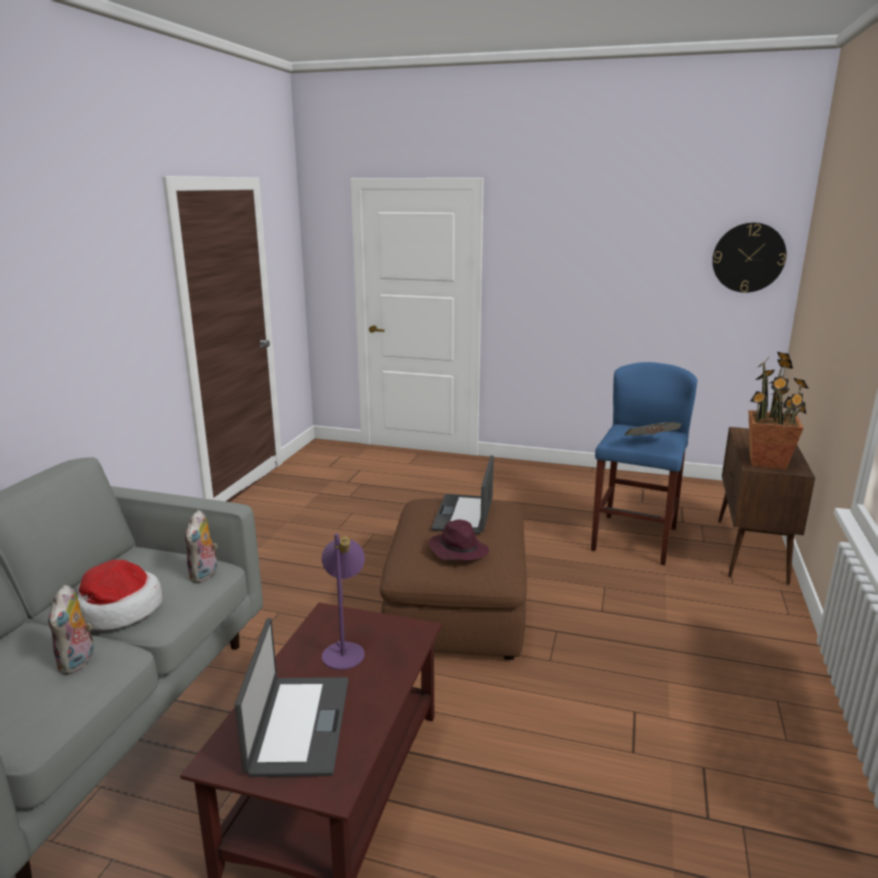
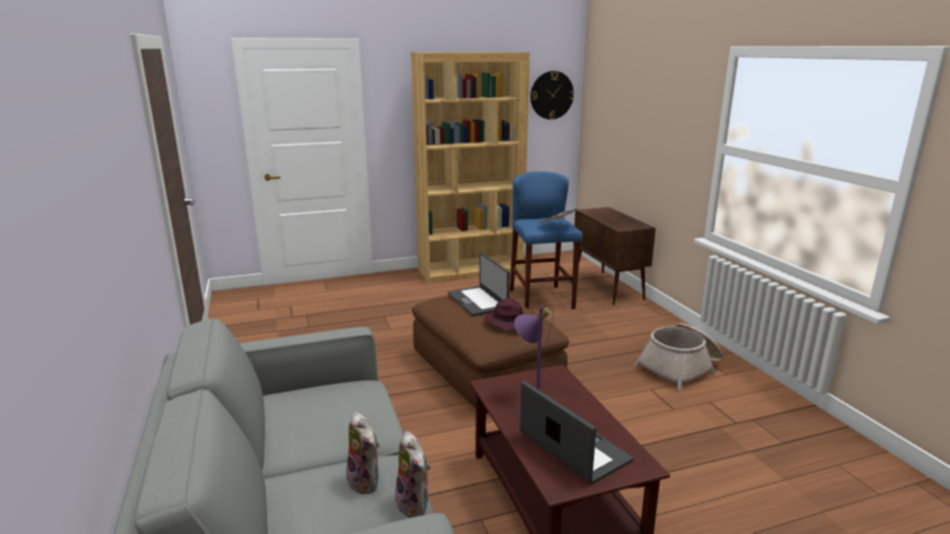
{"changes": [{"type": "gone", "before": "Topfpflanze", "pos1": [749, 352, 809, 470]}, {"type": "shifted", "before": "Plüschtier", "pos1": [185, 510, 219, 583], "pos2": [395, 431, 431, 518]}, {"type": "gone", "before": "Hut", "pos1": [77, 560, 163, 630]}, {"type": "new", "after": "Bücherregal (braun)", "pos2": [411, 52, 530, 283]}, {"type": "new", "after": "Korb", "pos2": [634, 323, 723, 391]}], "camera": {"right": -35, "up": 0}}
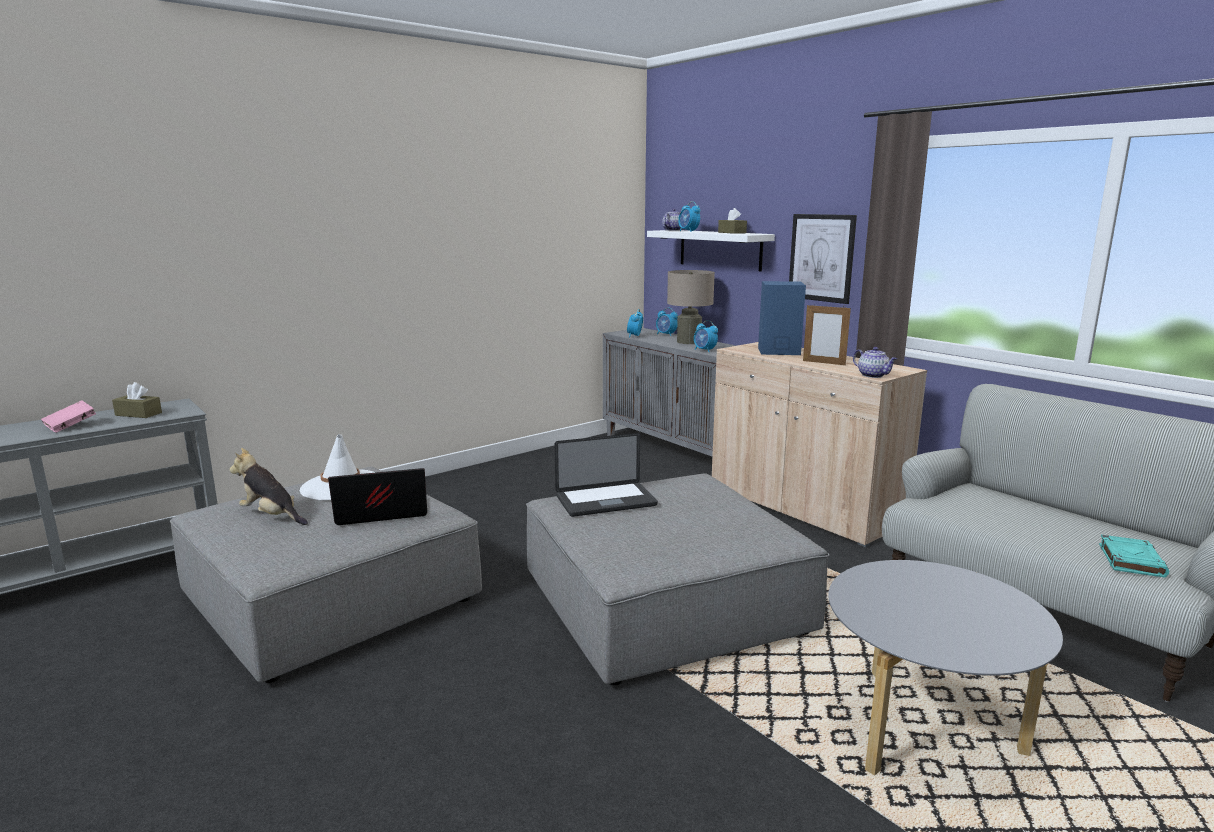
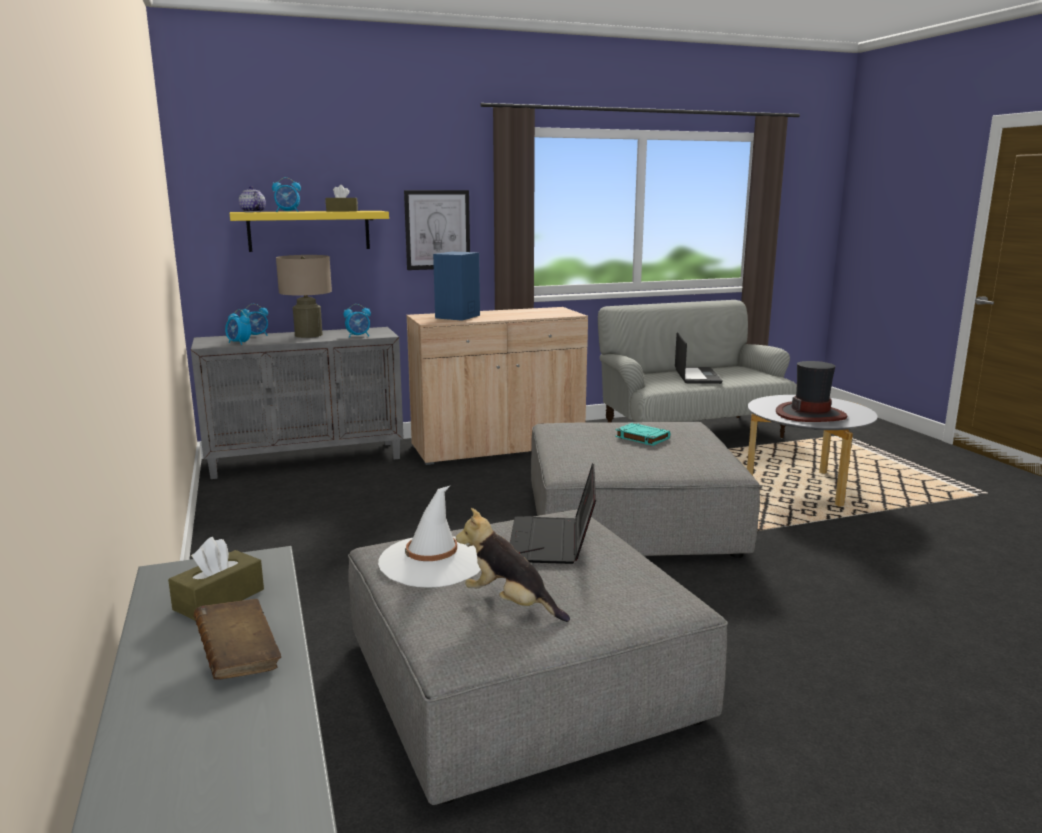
{"changes": [{"type": "repainted", "before": "Wandregal (weiß)", "after": "Wandregal (gelb)", "pos1": [647, 230, 775, 271], "pos2": [230, 211, 389, 252]}, {"type": "gone", "before": "Bilderrahmen", "pos1": [803, 304, 851, 365]}, {"type": "gone", "before": "Teekanne", "pos1": [853, 347, 897, 378]}, {"type": "repainted", "before": "Buch (rosa)", "after": "Buch (braun)", "pos1": [41, 400, 96, 433], "pos2": [194, 599, 281, 680]}, {"type": "shifted", "before": "Laptop", "pos1": [555, 433, 658, 517], "pos2": [675, 332, 722, 384]}, {"type": "rotated", "before": "Plüschtier", "pos1": [229, 448, 308, 525], "pos2": [456, 508, 570, 622], "turn": 75}, {"type": "shifted", "before": "Buch (türkis)", "pos1": [1099, 535, 1169, 577], "pos2": [615, 423, 670, 446]}, {"type": "new", "after": "Hut", "pos2": [776, 361, 847, 422]}], "camera": {"right": -70, "up": 0}}
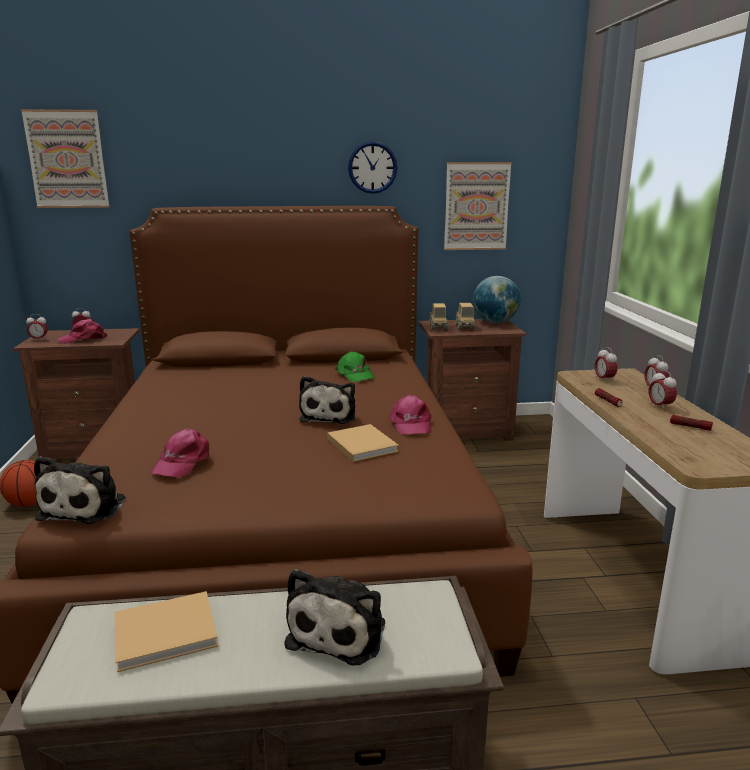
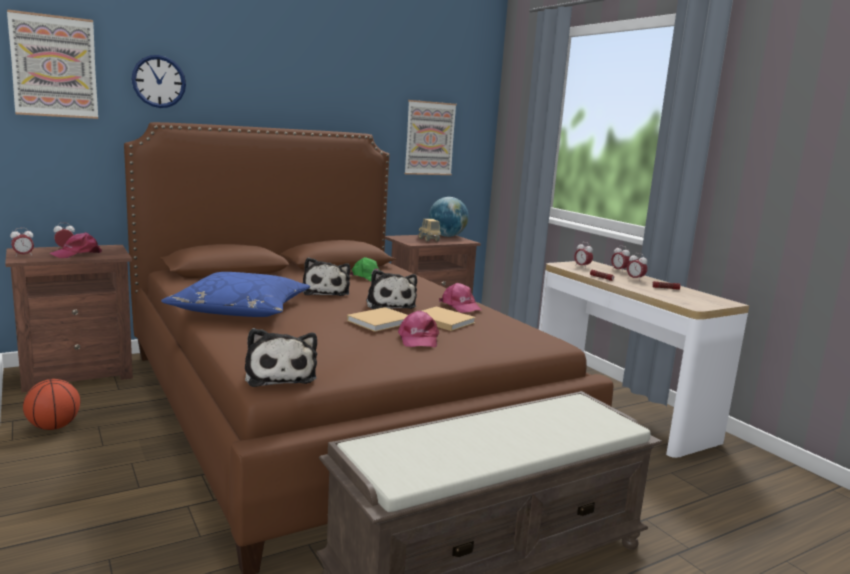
{"changes": [{"type": "shifted", "before": "Wanduhr", "pos1": [348, 141, 397, 194], "pos2": [131, 55, 186, 108]}, {"type": "gone", "before": "Spielzeuglaster", "pos1": [430, 303, 448, 331]}, {"type": "shifted", "before": "Kappe (rosa)", "pos1": [152, 428, 209, 478], "pos2": [398, 310, 439, 348]}, {"type": "shifted", "before": "Plüschtier", "pos1": [285, 569, 385, 666], "pos2": [303, 257, 350, 296]}, {"type": "shifted", "before": "Buch (beige)", "pos1": [115, 591, 218, 672], "pos2": [347, 307, 408, 332]}, {"type": "new", "after": "Kissen (blau)", "pos2": [161, 272, 310, 317]}], "camera": {"right": -25, "up": -5}}
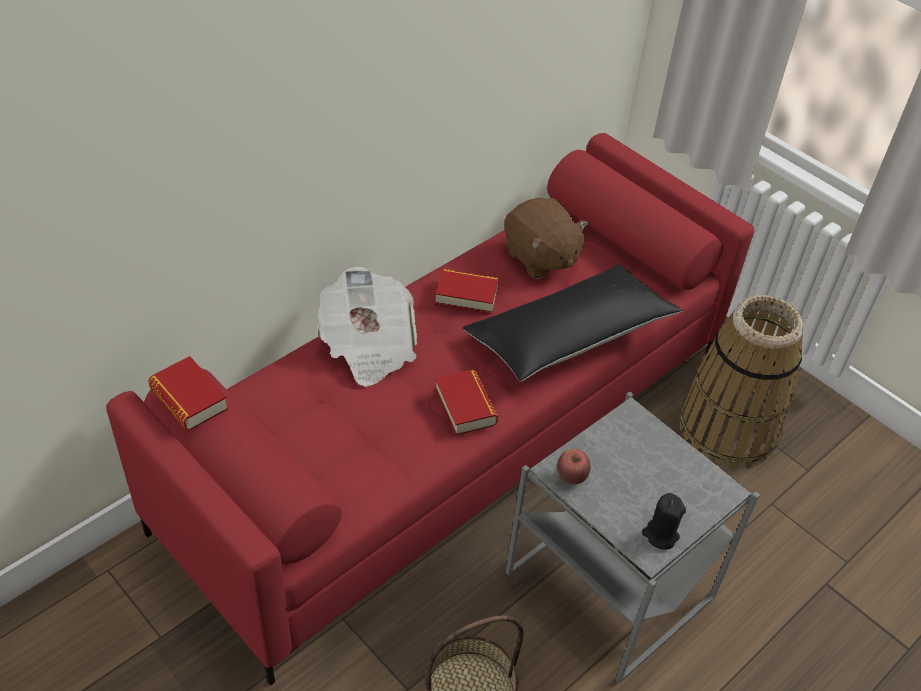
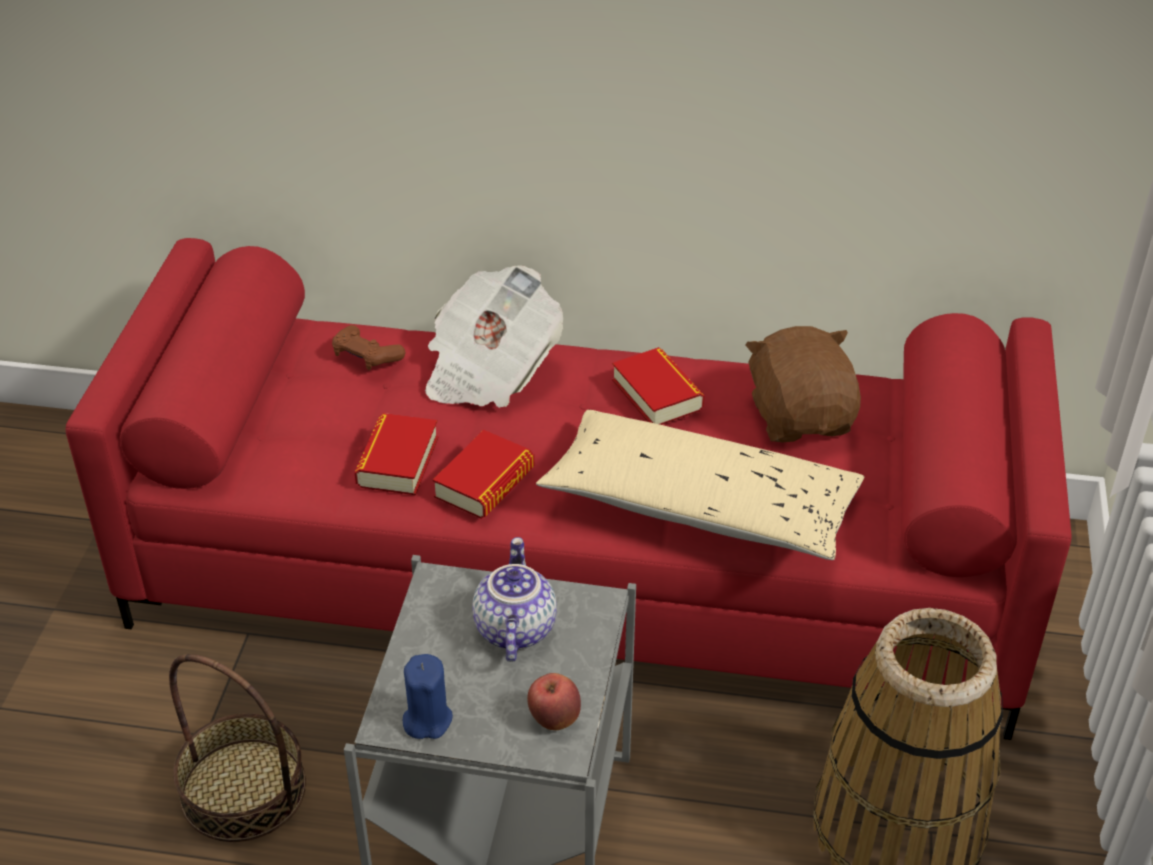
{"changes": [{"type": "rotated", "before": "Plüschtier (braun)", "pos1": [504, 198, 588, 279], "pos2": [745, 326, 861, 442], "turn": 150}, {"type": "repainted", "before": "Kissen (schwarz)", "after": "Kissen (beige)", "pos1": [463, 265, 683, 382], "pos2": [536, 410, 864, 560]}, {"type": "shifted", "before": "Buch", "pos1": [148, 356, 229, 430], "pos2": [355, 413, 438, 495]}, {"type": "shifted", "before": "Apfel", "pos1": [557, 449, 591, 484], "pos2": [527, 673, 581, 730]}, {"type": "repainted", "before": "Kerze (schwarz)", "after": "Kerze (blau)", "pos1": [642, 493, 686, 550], "pos2": [403, 654, 453, 739]}, {"type": "new", "after": "Gamepad (braun)", "pos2": [332, 325, 405, 370]}, {"type": "new", "after": "Teekanne", "pos2": [472, 537, 557, 662]}], "camera": {"right": 55, "up": -5}}
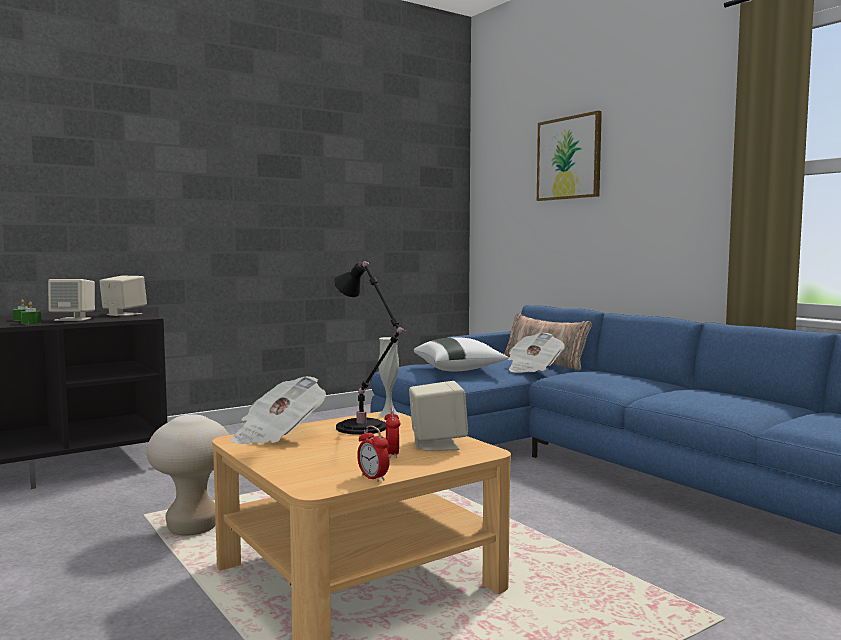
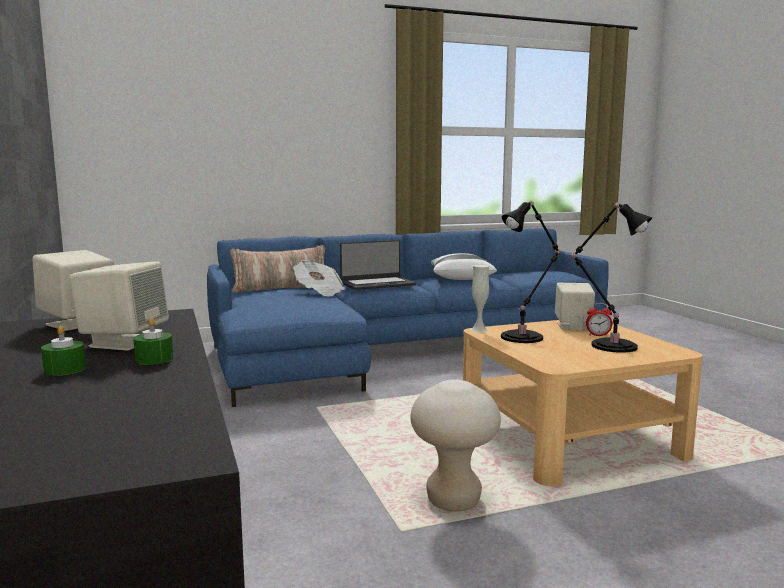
{"changes": [{"type": "gone", "before": "Bild", "pos1": [537, 111, 602, 201]}, {"type": "shifted", "before": "Kissen (weiß)", "pos1": [414, 337, 508, 371], "pos2": [431, 253, 497, 280]}, {"type": "gone", "before": "Zeitung", "pos1": [230, 376, 326, 444]}, {"type": "gone", "before": "Wecker", "pos1": [357, 425, 390, 482]}, {"type": "new", "after": "Tischlampe (schwarz)", "pos2": [569, 203, 652, 353]}, {"type": "new", "after": "Laptop", "pos2": [340, 240, 416, 290]}], "camera": {"right": -75, "up": 5}}
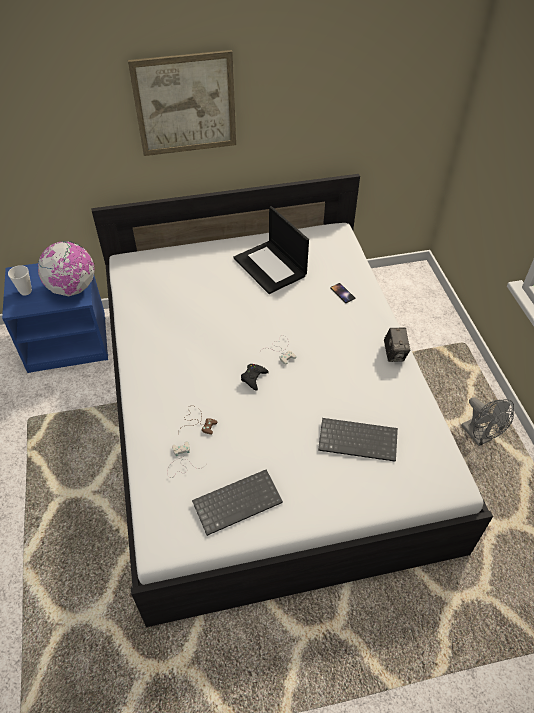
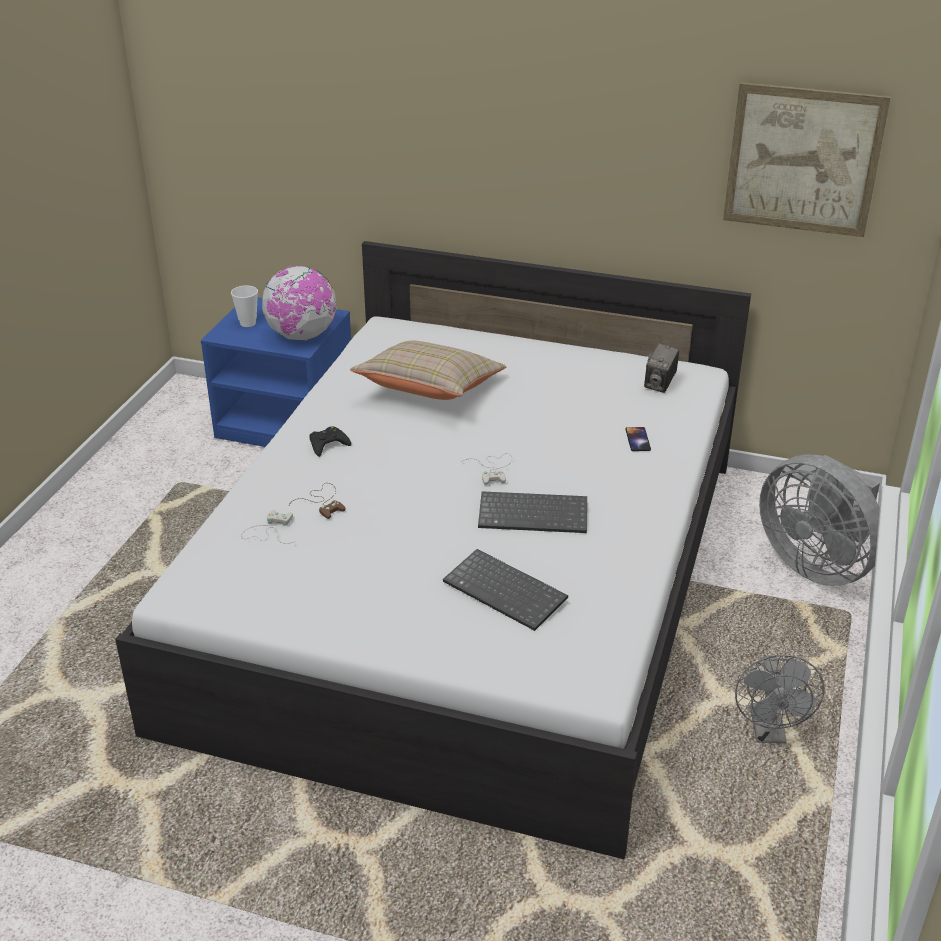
{"changes": [{"type": "shifted", "before": "Bild", "pos1": [128, 50, 236, 156], "pos2": [723, 82, 891, 237]}, {"type": "gone", "before": "Laptop", "pos1": [234, 206, 309, 294]}, {"type": "shifted", "before": "Kamera", "pos1": [384, 328, 410, 362], "pos2": [644, 343, 679, 393]}, {"type": "shifted", "before": "Gamepad (schwarz)", "pos1": [241, 364, 269, 391], "pos2": [309, 426, 351, 457]}, {"type": "shifted", "before": "Tastatur", "pos1": [192, 469, 283, 536], "pos2": [478, 491, 587, 533]}, {"type": "new", "after": "Kissen (beige)", "pos2": [350, 341, 507, 400]}, {"type": "new", "after": "Ventilator (grau)", "pos2": [759, 454, 880, 586]}], "camera": {"right": 30, "up": -15}}
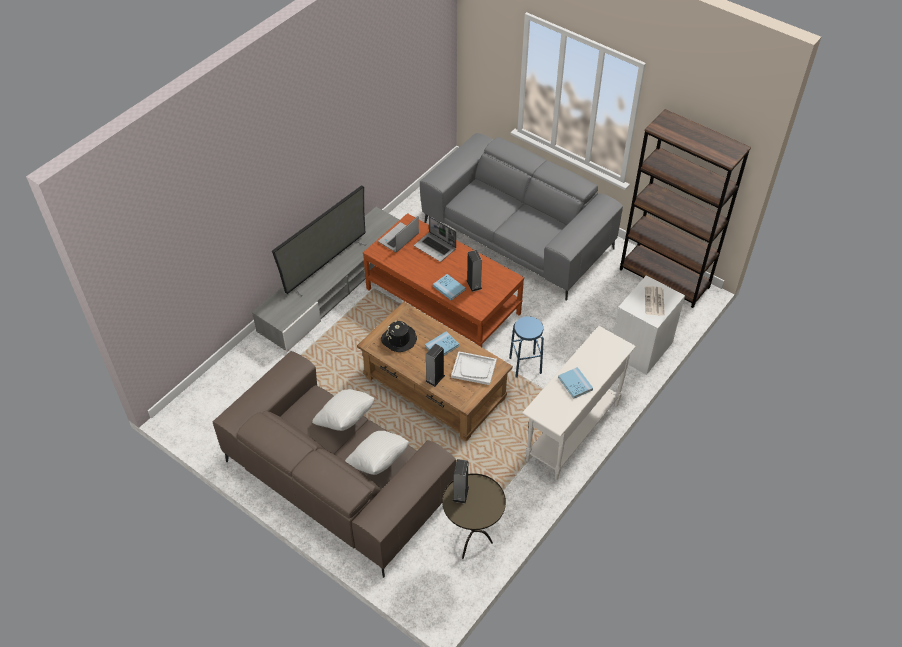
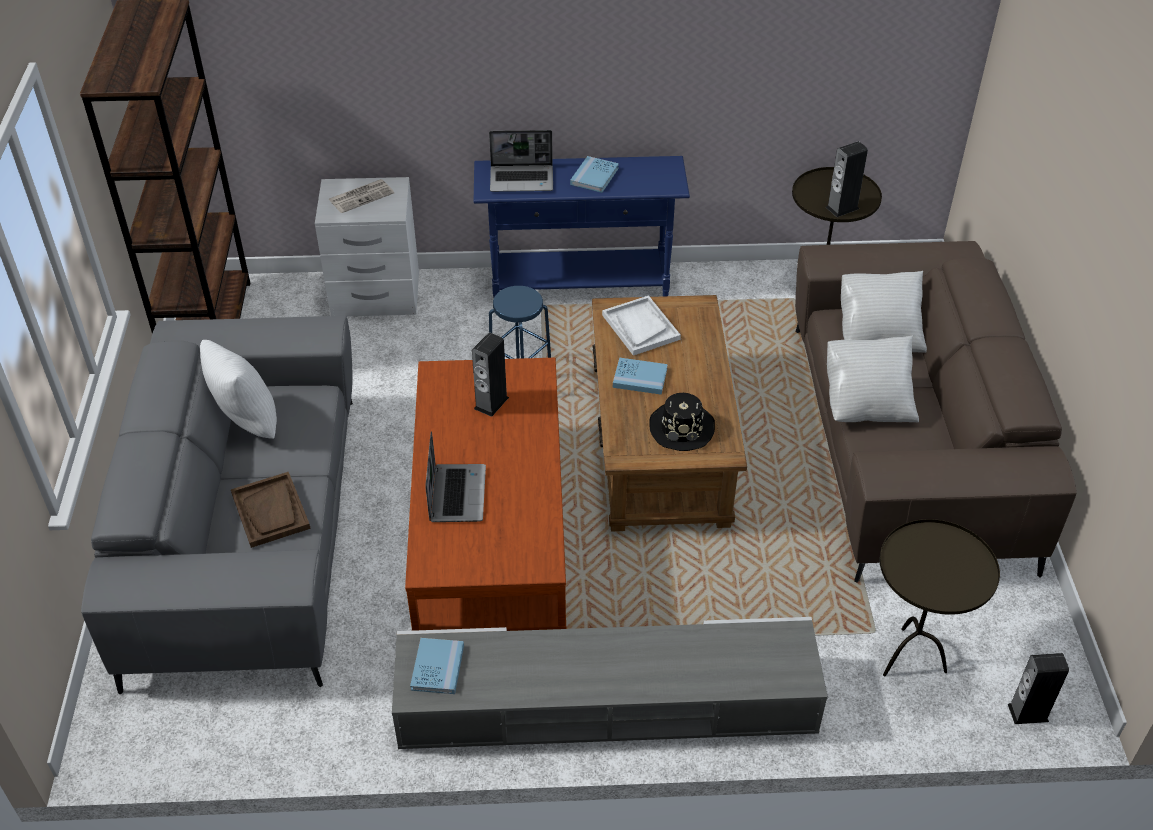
{"changes": [{"type": "gone", "before": "Fernseher", "pos1": [272, 185, 366, 296]}, {"type": "shifted", "before": "Laptop", "pos1": [378, 216, 419, 252], "pos2": [489, 130, 553, 192]}, {"type": "shifted", "before": "Buch (blau)", "pos1": [433, 274, 466, 300], "pos2": [410, 638, 464, 694]}, {"type": "repainted", "before": "Konsolentisch (weiß)", "after": "Konsolentisch (blau)", "pos1": [522, 326, 636, 480], "pos2": [474, 156, 690, 297]}, {"type": "shifted", "before": "Lautsprecher", "pos1": [425, 344, 445, 387], "pos2": [1008, 653, 1069, 724]}, {"type": "new", "after": "Kissen (weiß)", "pos2": [200, 340, 277, 439]}, {"type": "new", "after": "Tablett (braun)", "pos2": [231, 472, 311, 548]}, {"type": "new", "after": "Beistelltisch (braun)", "pos2": [880, 519, 1000, 677]}], "camera": {"right": -130, "up": -5}}
